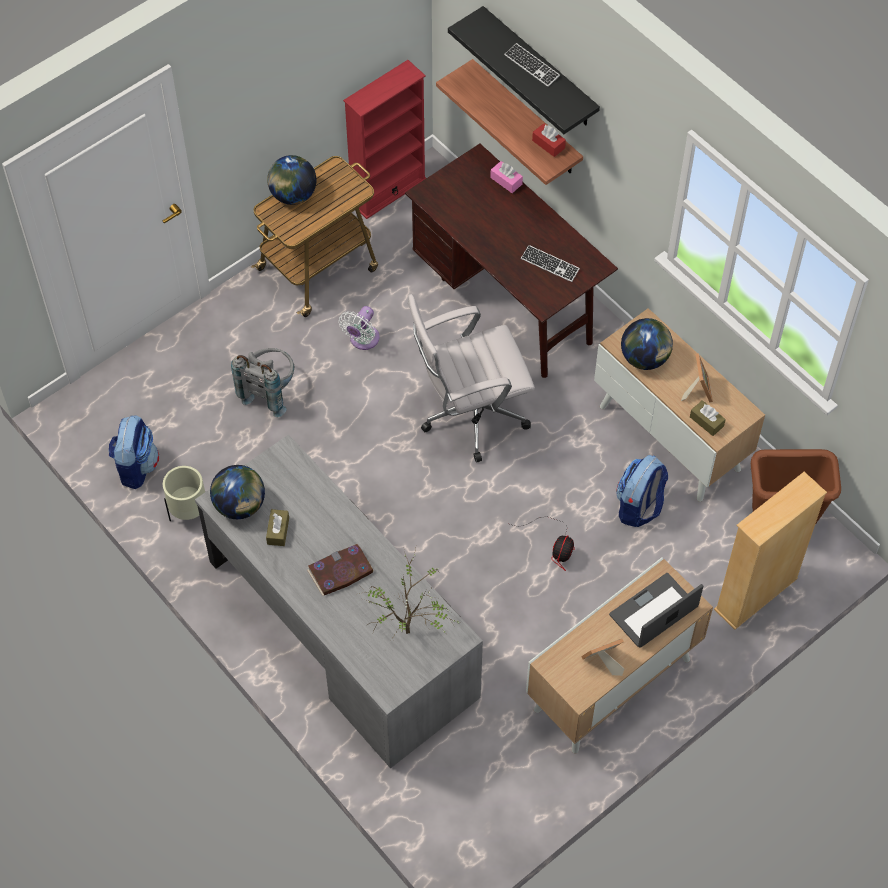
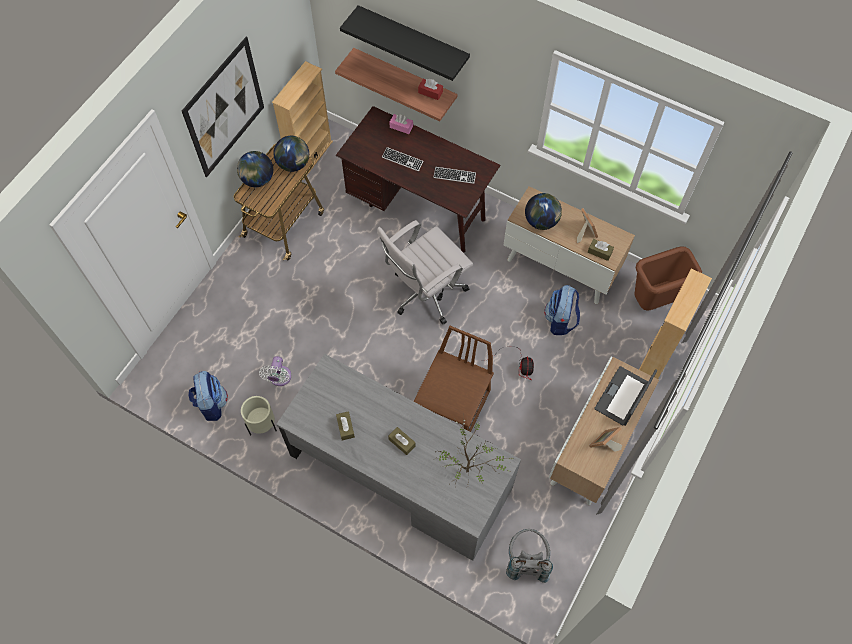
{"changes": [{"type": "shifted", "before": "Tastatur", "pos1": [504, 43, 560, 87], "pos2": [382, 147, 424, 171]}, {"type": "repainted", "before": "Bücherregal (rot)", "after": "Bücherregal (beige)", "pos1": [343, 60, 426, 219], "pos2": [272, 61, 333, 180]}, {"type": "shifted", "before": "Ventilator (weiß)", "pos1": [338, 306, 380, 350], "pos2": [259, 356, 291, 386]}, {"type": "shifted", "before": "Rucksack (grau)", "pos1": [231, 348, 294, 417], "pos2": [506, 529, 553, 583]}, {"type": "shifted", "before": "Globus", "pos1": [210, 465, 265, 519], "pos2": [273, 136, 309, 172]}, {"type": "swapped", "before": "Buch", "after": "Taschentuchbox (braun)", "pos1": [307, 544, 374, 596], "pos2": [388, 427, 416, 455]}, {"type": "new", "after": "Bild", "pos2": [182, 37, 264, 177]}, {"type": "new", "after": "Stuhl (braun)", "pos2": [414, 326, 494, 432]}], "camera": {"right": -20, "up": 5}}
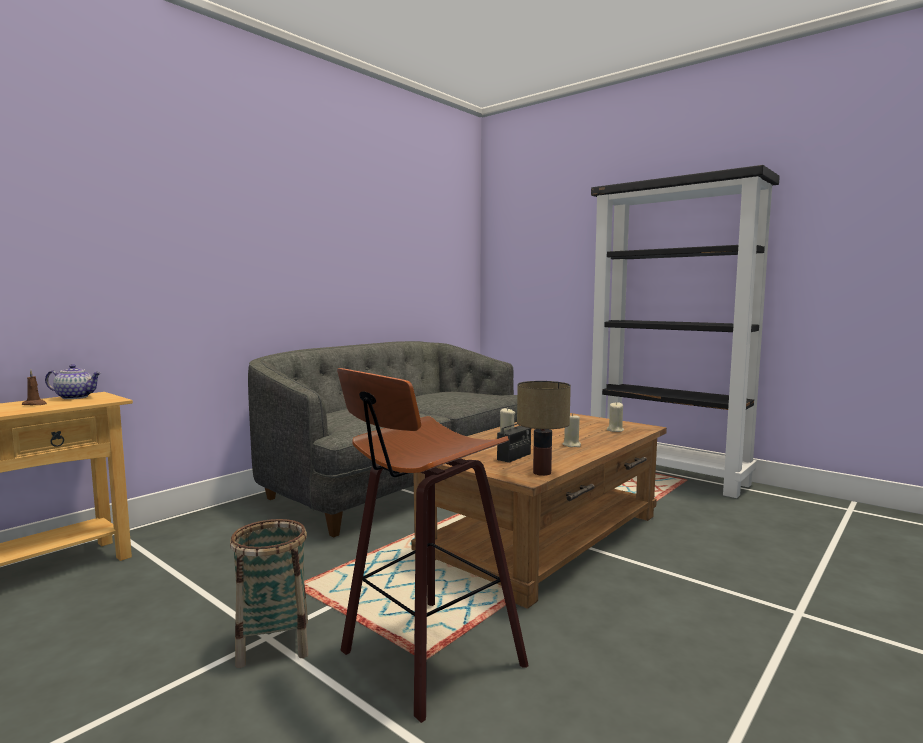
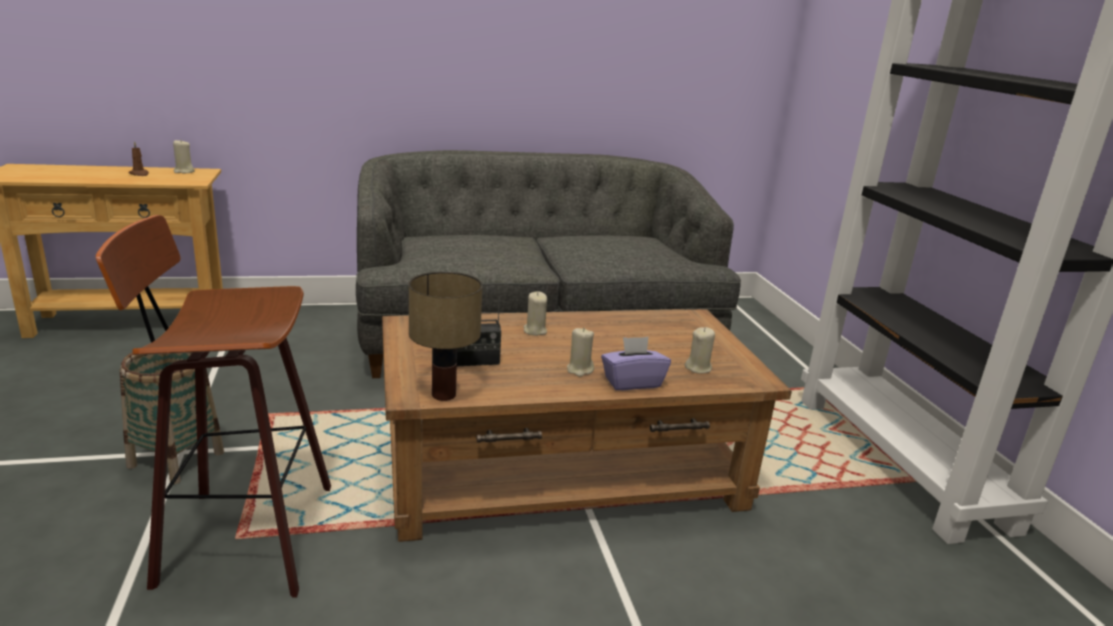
{"changes": [{"type": "swapped", "before": "Teekanne", "after": "Kerze (beige)", "pos1": [45, 364, 101, 399], "pos2": [173, 139, 195, 173]}, {"type": "new", "after": "Taschentuchbox (lila)", "pos2": [601, 337, 671, 390]}], "camera": {"right": 35, "up": 15}}
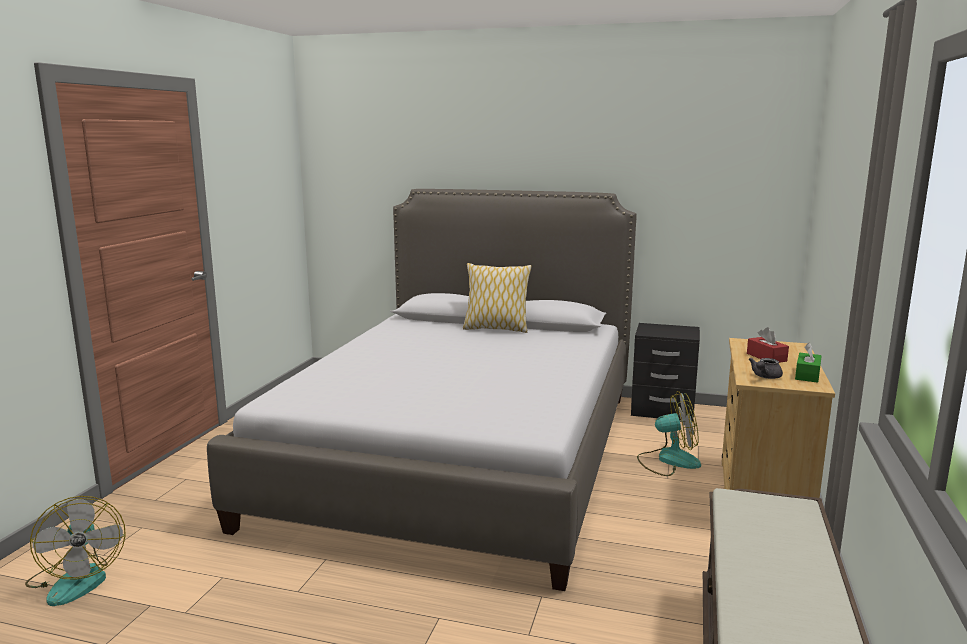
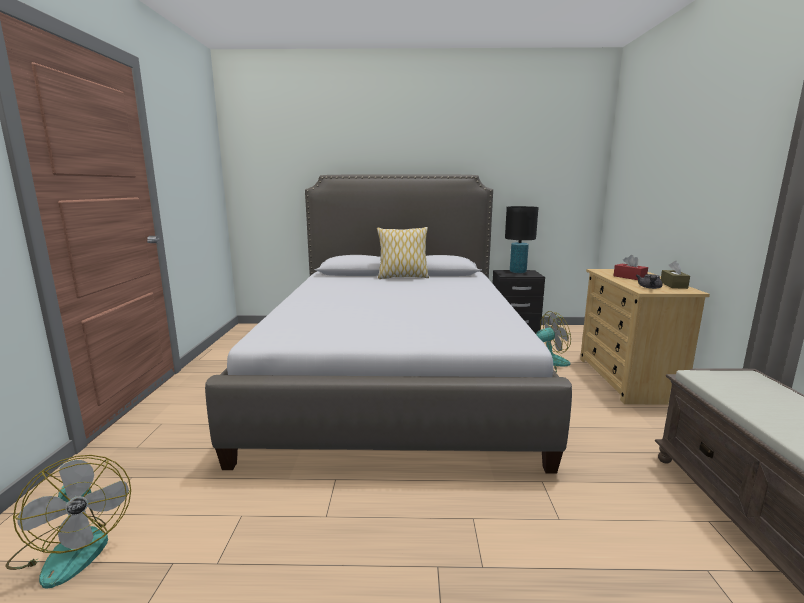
{"changes": [{"type": "repainted", "before": "Taschentuchbox (grün)", "after": "Taschentuchbox (braun)", "pos1": [795, 343, 822, 383], "pos2": [661, 261, 690, 289]}, {"type": "new", "after": "Tischlampe (schwarz)", "pos2": [505, 206, 539, 273]}], "camera": {"right": -15, "up": 0}}
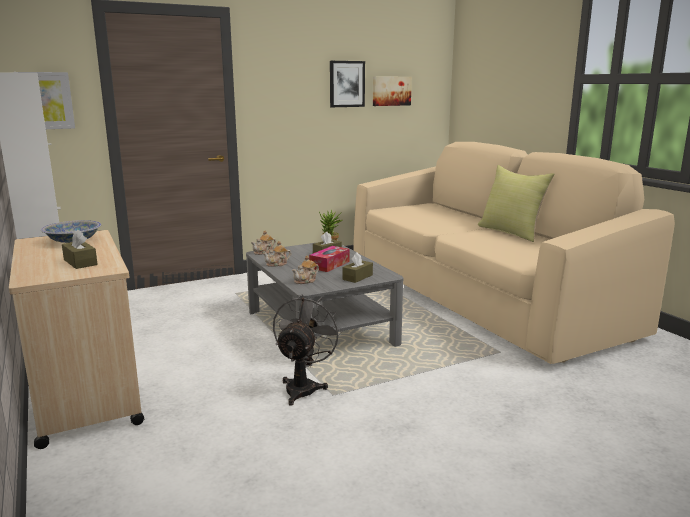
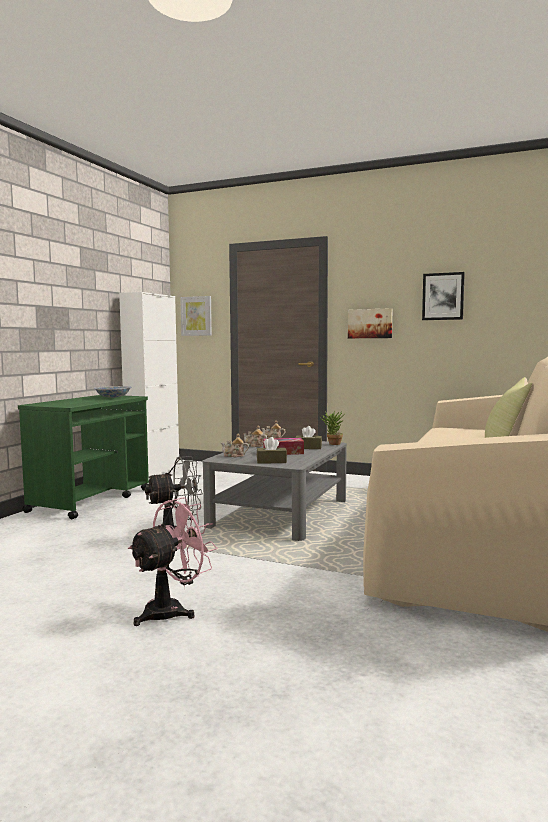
{"changes": [{"type": "shifted", "before": "Bild", "pos1": [373, 77, 412, 106], "pos2": [348, 308, 393, 338]}, {"type": "repainted", "before": "Rollwagen (beige)", "after": "Rollwagen (grün)", "pos1": [9, 230, 145, 449], "pos2": [18, 395, 149, 519]}, {"type": "gone", "before": "Taschentuchbox (braun)", "pos1": [62, 230, 98, 269]}, {"type": "new", "after": "Ventilator (rosa)", "pos2": [128, 497, 217, 626]}], "camera": {"right": 50, "up": -10}}
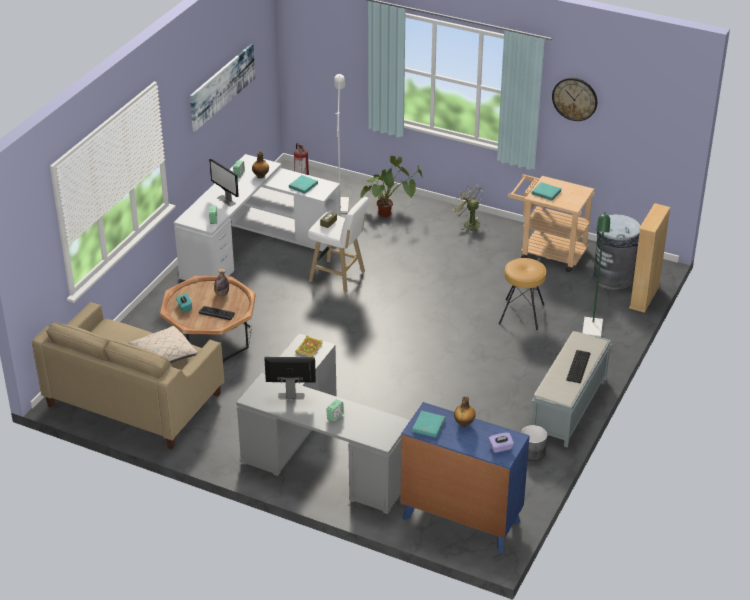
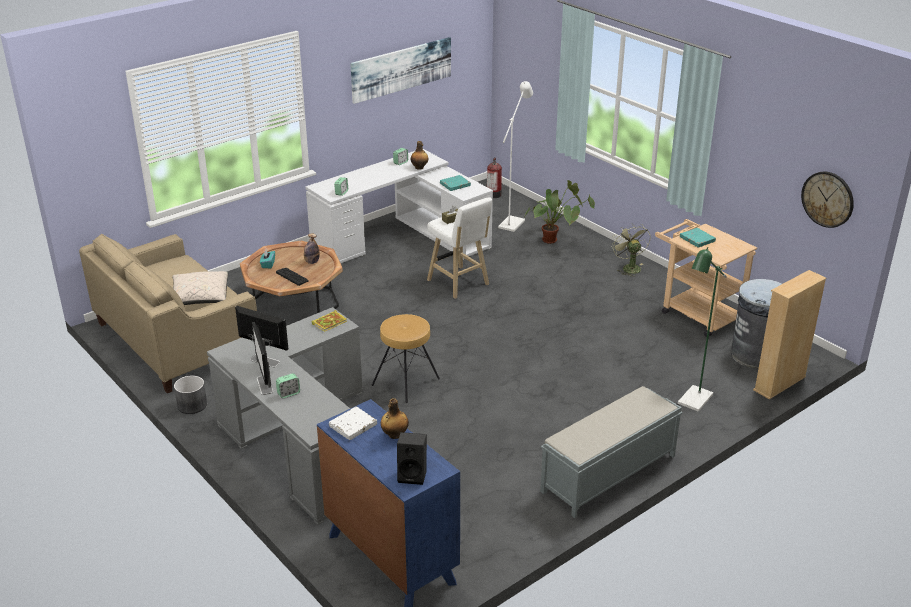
{"changes": [{"type": "shifted", "before": "Wanduhr", "pos1": [552, 78, 597, 121], "pos2": [801, 171, 854, 228]}, {"type": "shifted", "before": "Monitor", "pos1": [209, 158, 239, 207], "pos2": [252, 322, 273, 395]}, {"type": "shifted", "before": "Hocker (braun)", "pos1": [499, 258, 546, 330], "pos2": [371, 314, 440, 403]}, {"type": "gone", "before": "Tastatur", "pos1": [566, 350, 591, 383]}, {"type": "repainted", "before": "Buch (türkis)", "after": "Buch (weiß)", "pos1": [412, 411, 445, 437], "pos2": [329, 406, 377, 440]}, {"type": "shifted", "before": "Pflanzkübel (grau)", "pos1": [521, 425, 548, 461], "pos2": [174, 376, 207, 414]}, {"type": "swapped", "before": "Taschentuchbox (lila)", "after": "Lautsprecher (schwarz)", "pos1": [489, 433, 514, 453], "pos2": [397, 432, 427, 485]}], "camera": {"right": 25, "up": -5}}
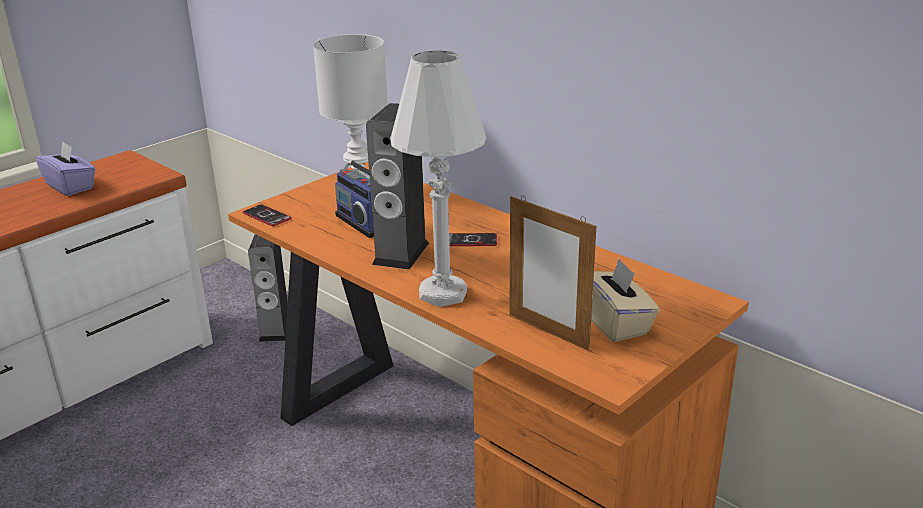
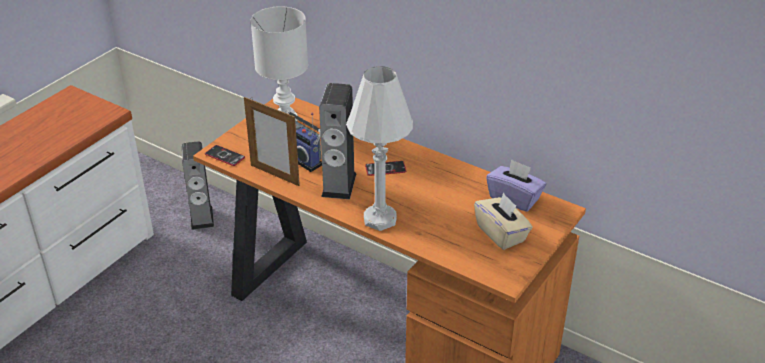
{"changes": [{"type": "shifted", "before": "Taschentuchbox (lila)", "pos1": [35, 141, 95, 196], "pos2": [486, 159, 546, 212]}, {"type": "shifted", "before": "Bilderrahmen", "pos1": [509, 196, 596, 351], "pos2": [244, 97, 300, 186]}], "camera": {"right": -10, "up": 10}}
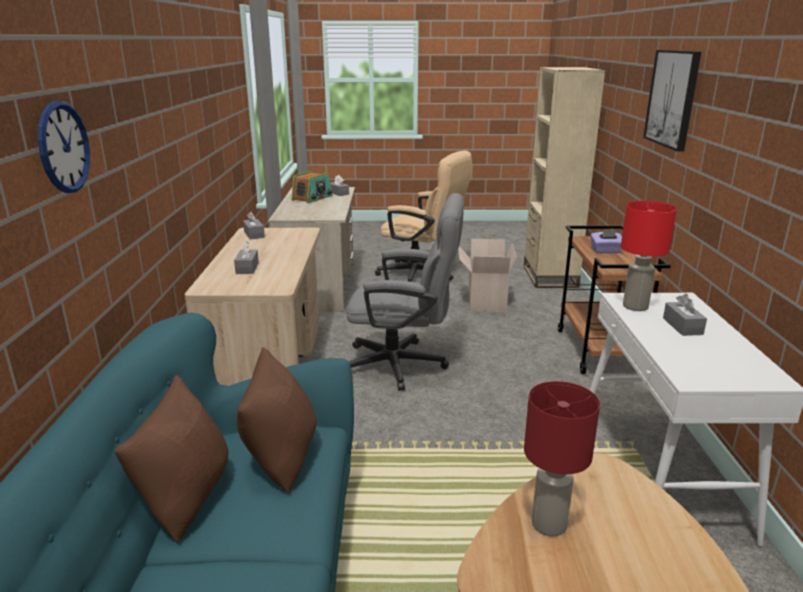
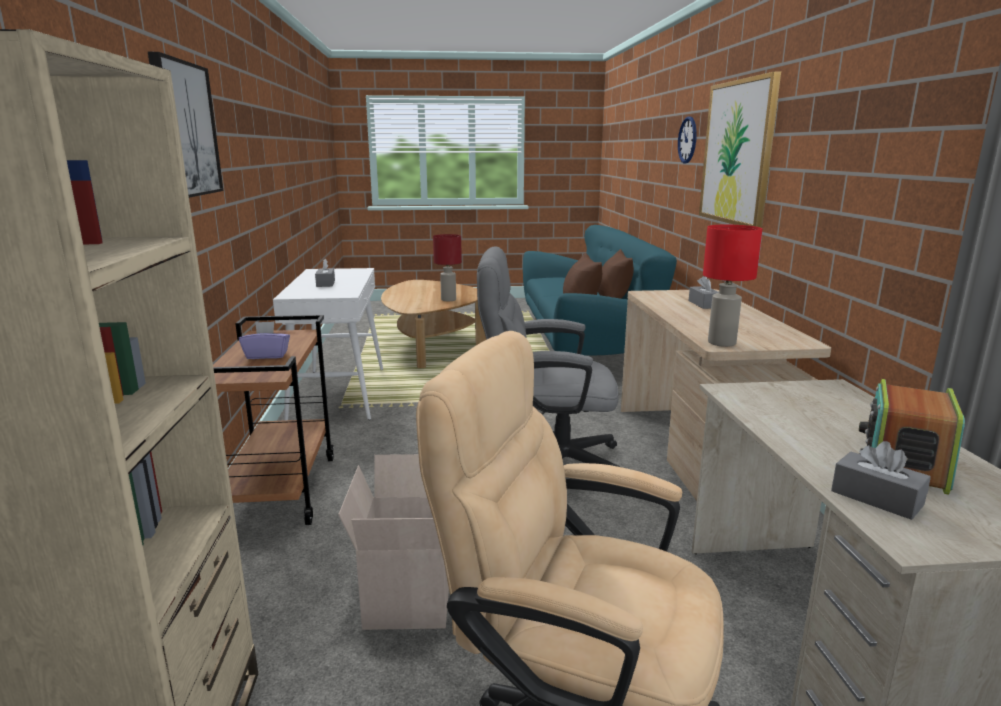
{"changes": [{"type": "shifted", "before": "Tischlampe (rot)", "pos1": [621, 201, 677, 311], "pos2": [703, 225, 762, 347]}, {"type": "gone", "before": "Taschentuchbox (grau)", "pos1": [243, 212, 265, 240]}, {"type": "new", "after": "Bild", "pos2": [699, 71, 781, 228]}], "camera": {"right": 175, "up": -5}}
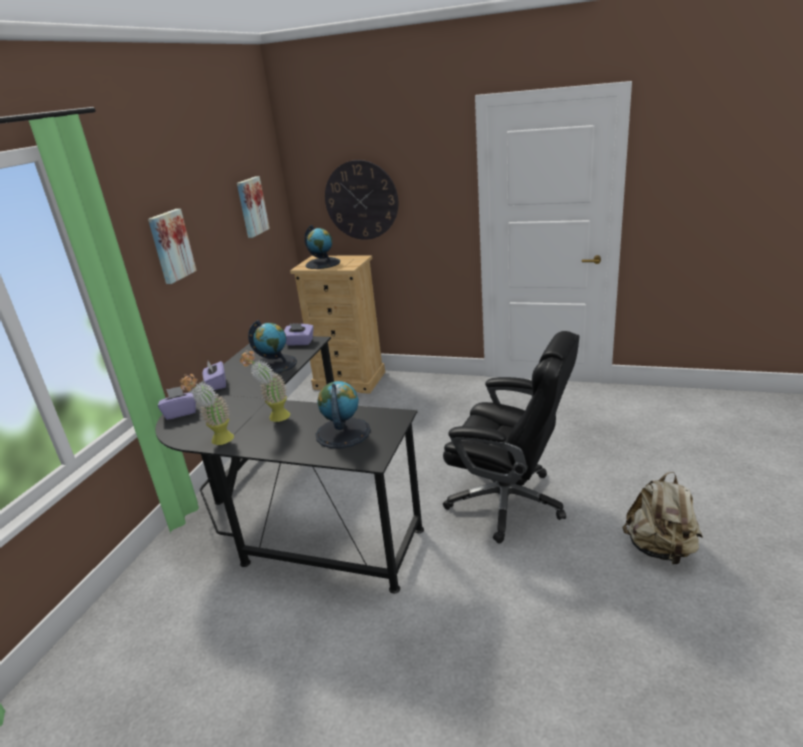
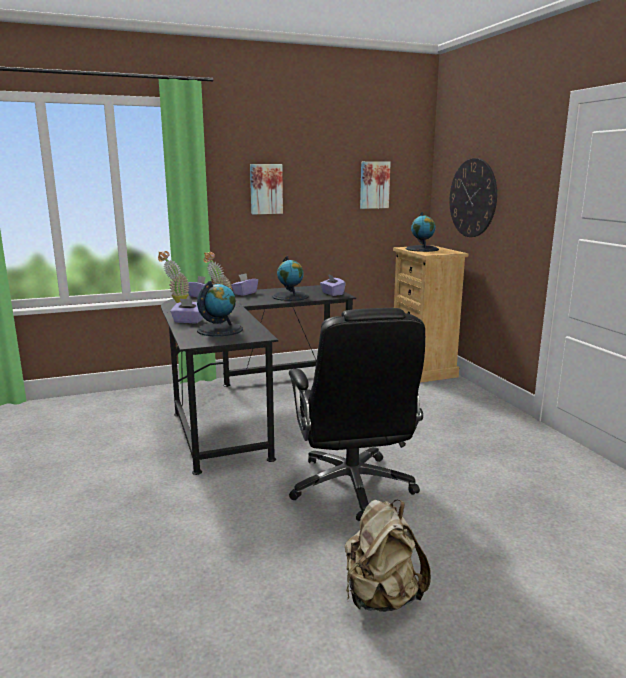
{"changes": [{"type": "new", "after": "Taschentuchbox (lila)", "pos2": [170, 299, 203, 323]}], "camera": {"right": 50, "up": -10}}
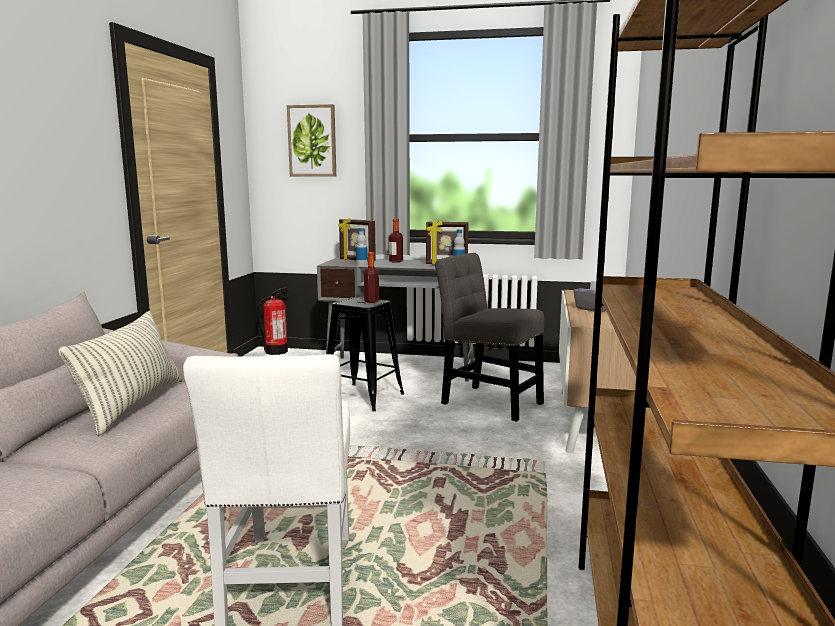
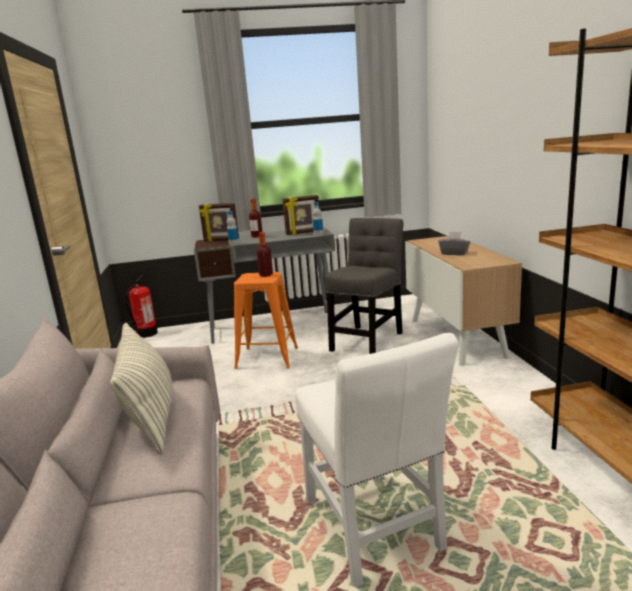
{"changes": [{"type": "gone", "before": "Bild", "pos1": [287, 104, 336, 176]}, {"type": "rotated", "before": "Stuhl (grau)", "pos1": [435, 253, 544, 422], "pos2": [325, 218, 403, 354], "turn": 105}, {"type": "repainted", "before": "Hocker (schwarz)", "after": "Hocker (orange)", "pos1": [327, 297, 404, 411], "pos2": [234, 272, 298, 369]}], "camera": {"right": -20, "up": 5}}
